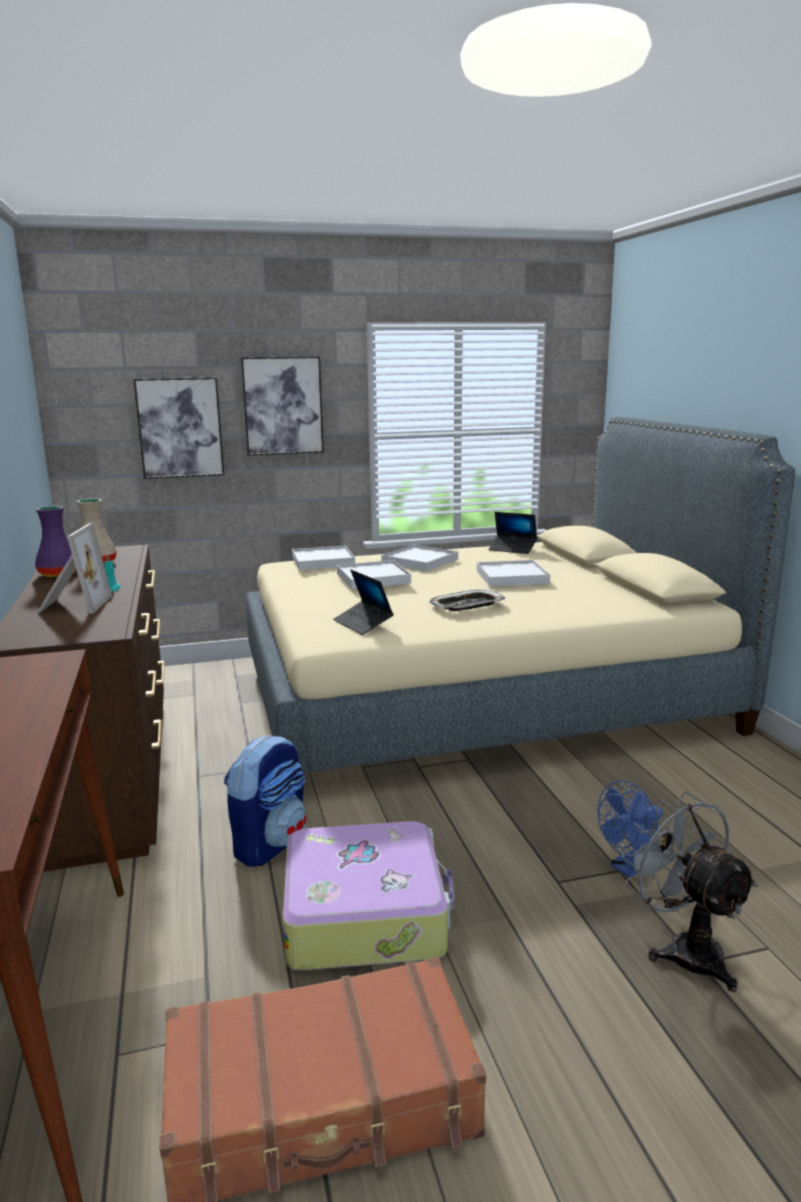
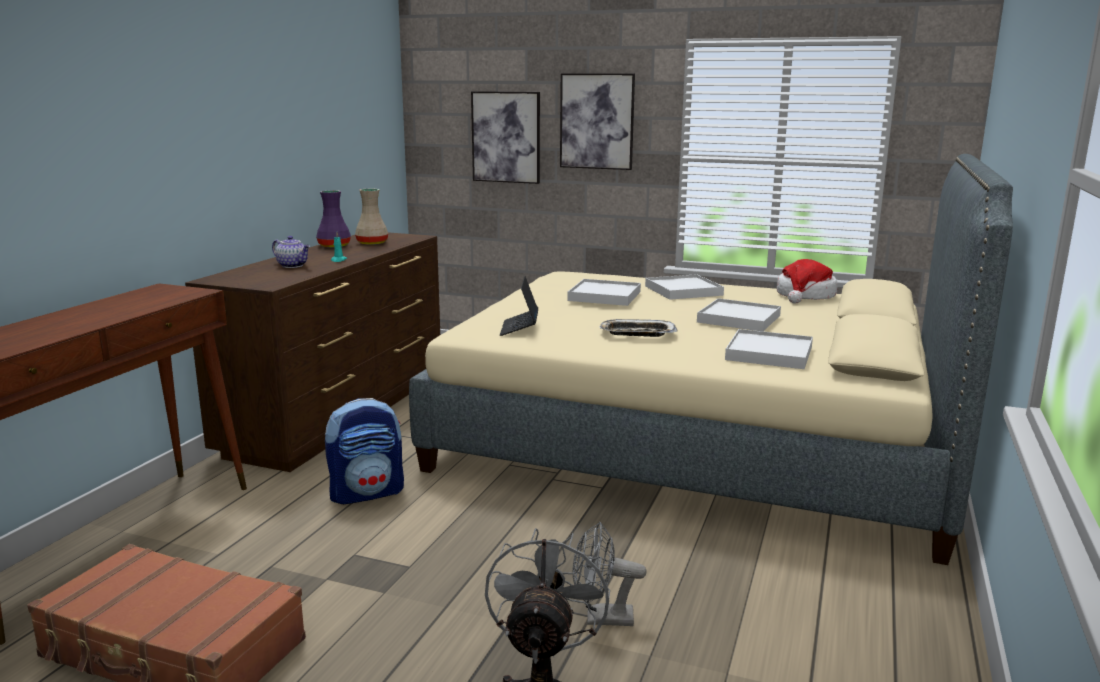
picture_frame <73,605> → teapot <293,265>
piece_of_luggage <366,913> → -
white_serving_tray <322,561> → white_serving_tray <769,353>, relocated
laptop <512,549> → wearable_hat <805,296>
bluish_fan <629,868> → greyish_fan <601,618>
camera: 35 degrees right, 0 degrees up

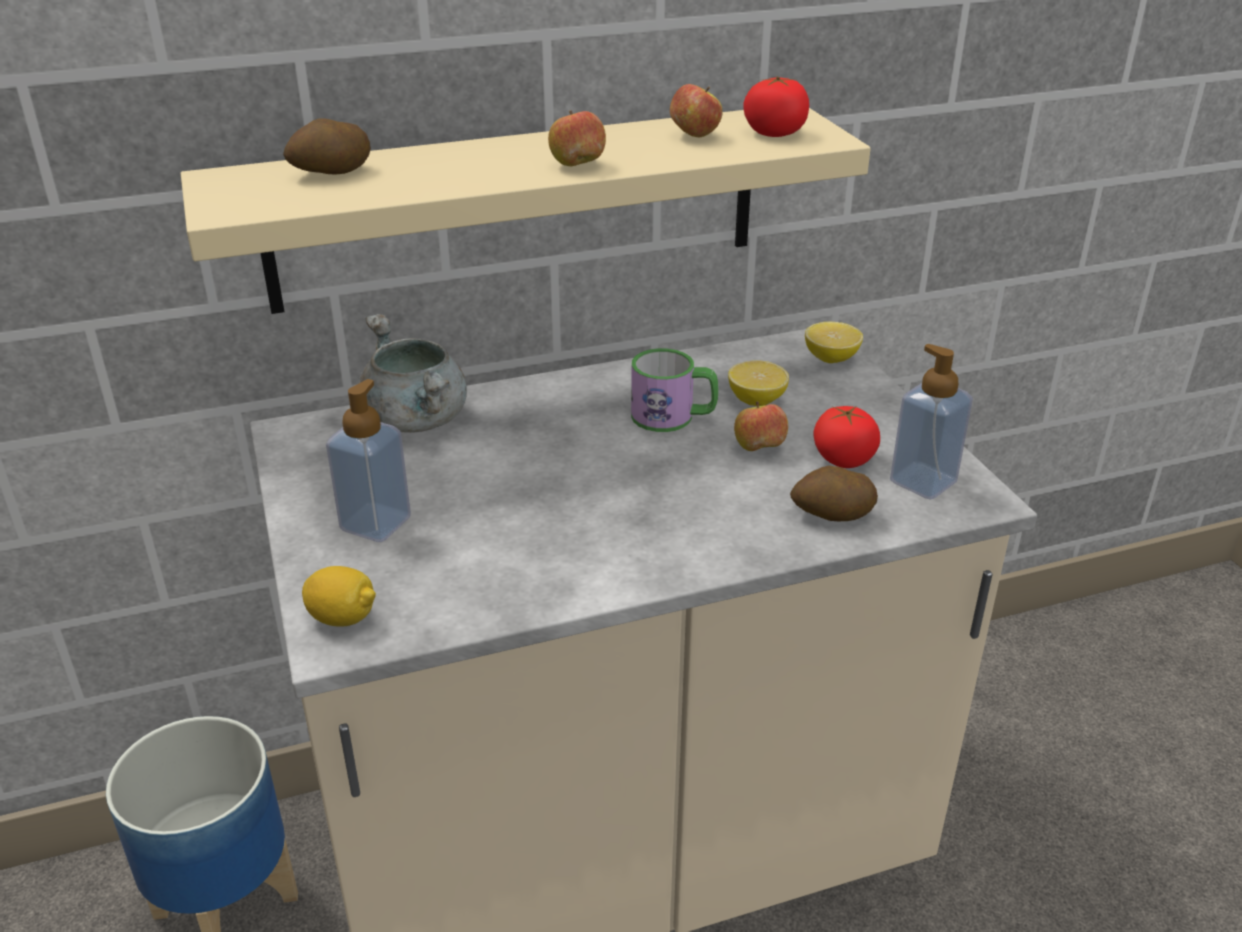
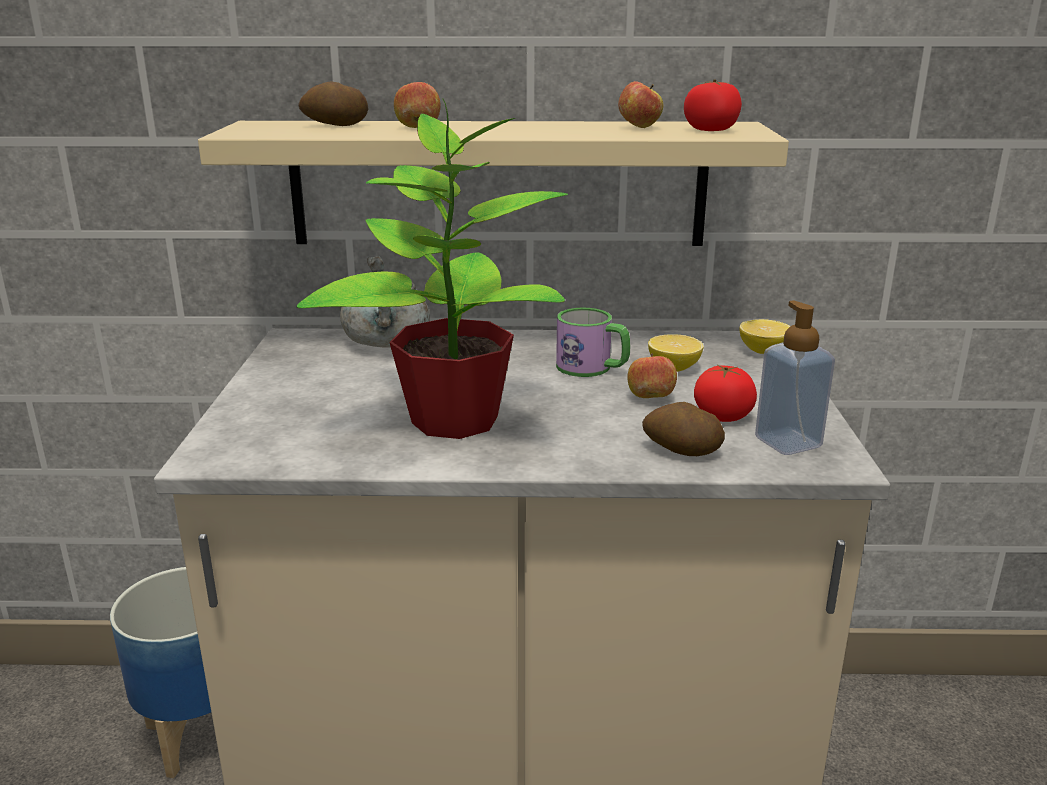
citrus_fruit <343,618> → -
soap_dispenser <376,524> → -
apple_fruit <577,165> → apple_fruit <418,128>, relocated
- → plant_in_a_pot <452,419>
camera: 20 degrees right, 10 degrees down

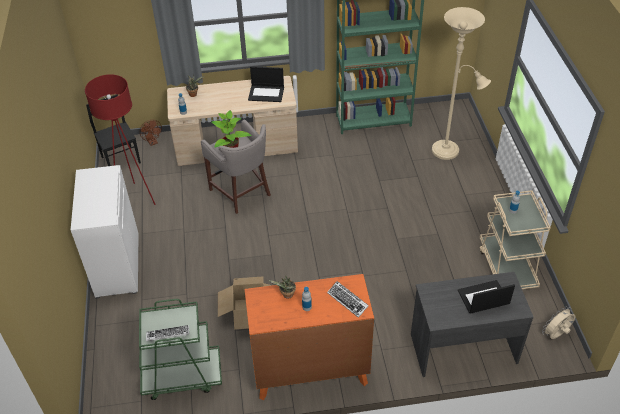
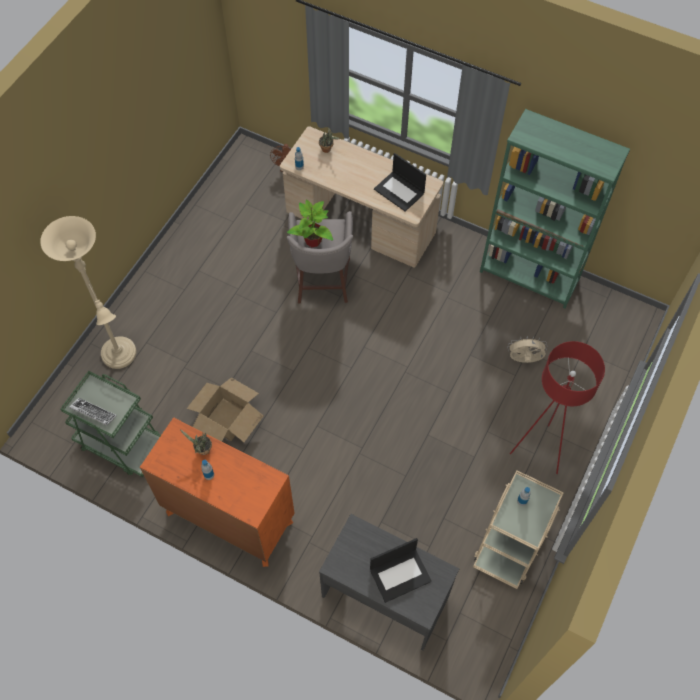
white_storage_cabinet <116,265> → -
red_floor_lamp <135,199> → red_floor_lamp <538,450>, relocated
blackish_upright_chair <121,159> → -
computer_keyboard <347,300> → -
beige_floor_lamp <449,151> → beige_floor_lamp <121,357>, relocated
laptop <483,298> → laptop <400,574>, 135 degrees clockwise
beige_fan <556,335> → beige_fan <524,360>, relocated
camera: 35 degrees right, 15 degrees up

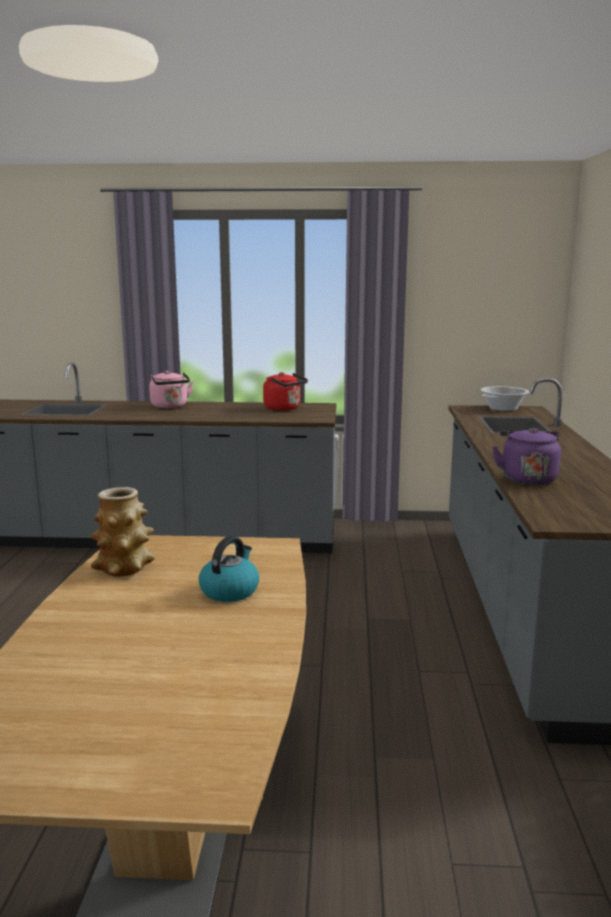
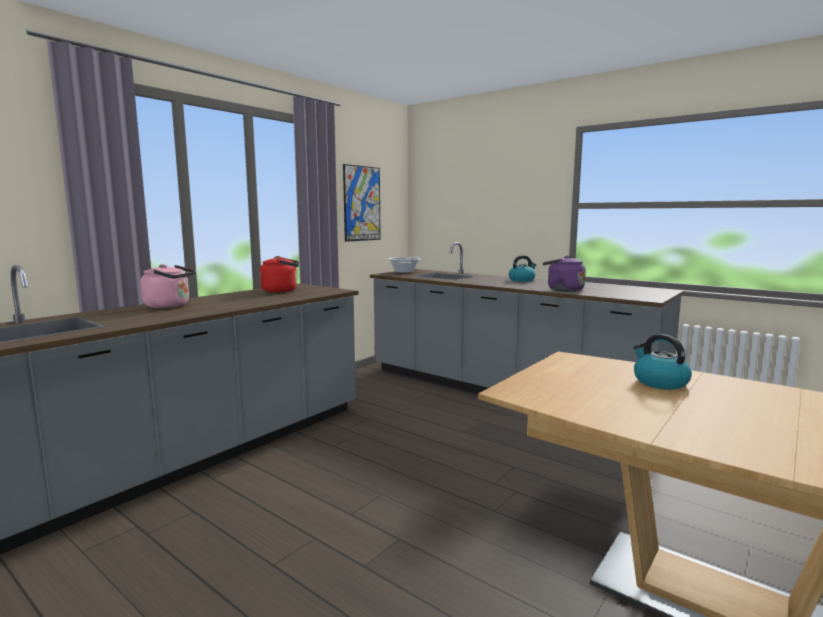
flower_vase <124,568> → -
- → picture <362,203>
- → kettle <522,280>
camera: 55 degrees left, 5 degrees down

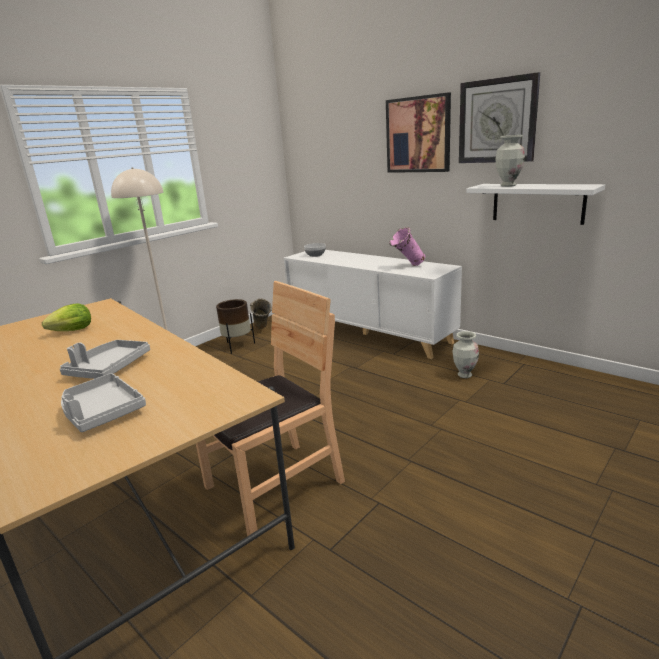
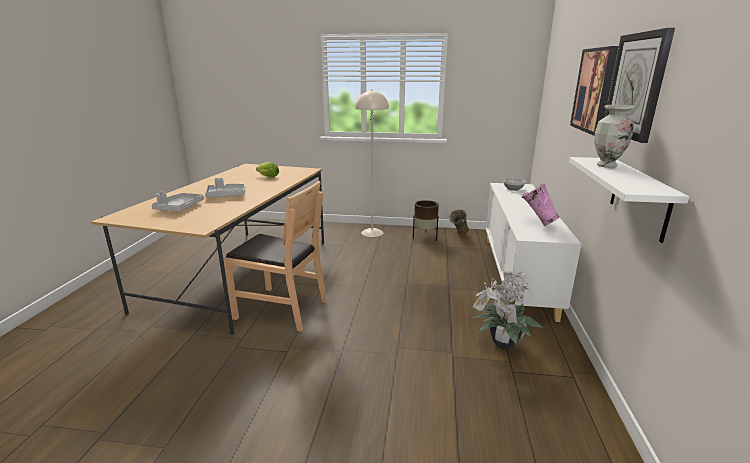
flower_vase <464,375> → plant_in_a_pot <501,344>
camera: 55 degrees right, 0 degrees up

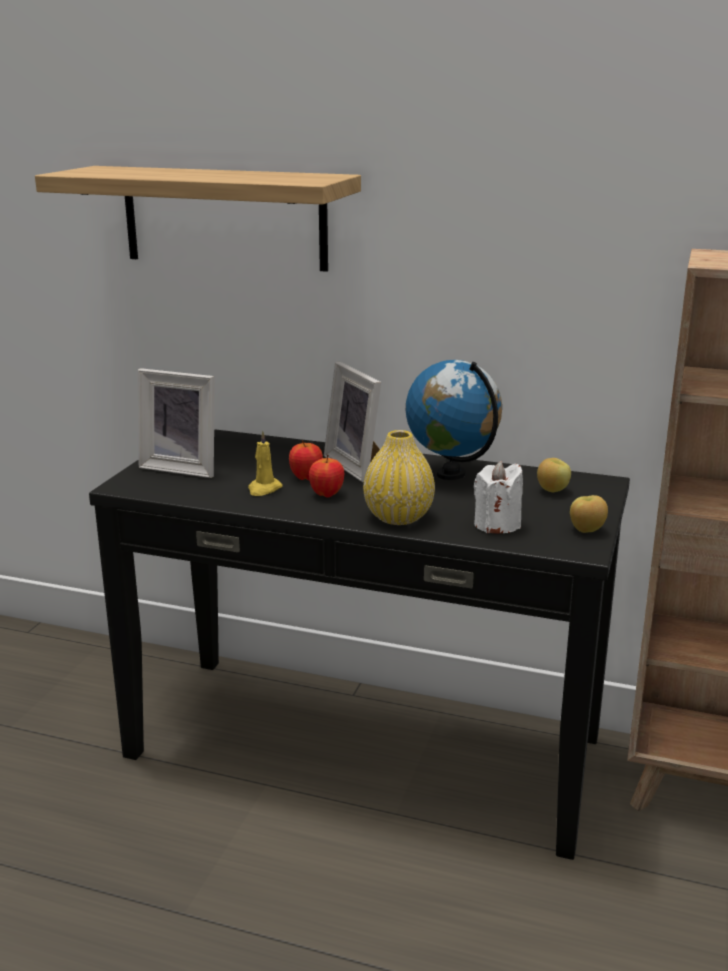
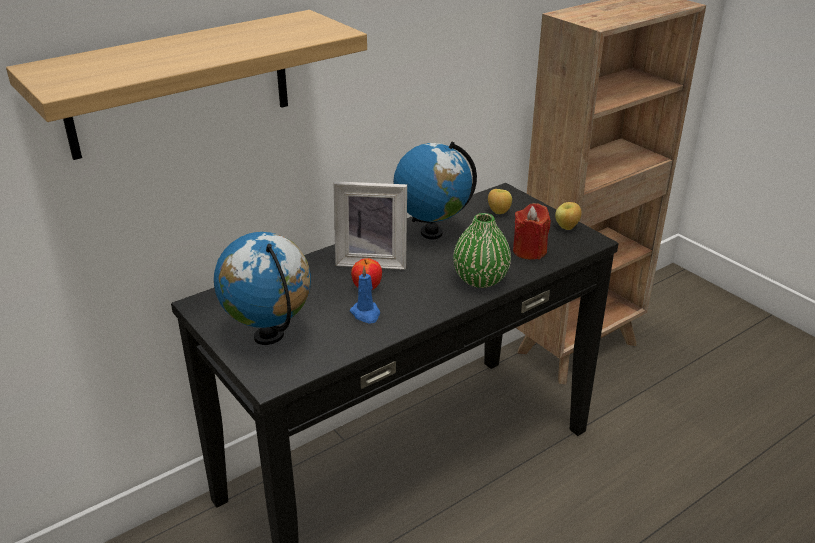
picture_frame <183,467> → desk_globe <269,336>
yellow_candle <264,489> → bluish_candle <366,314>
apple_fruit <326,494> → -
yellow_flower_vase <398,517> → green-coloured_flower_vase <480,279>
white_candle <497,525> → red_candle <529,251>
camera: 55 degrees left, 10 degrees up

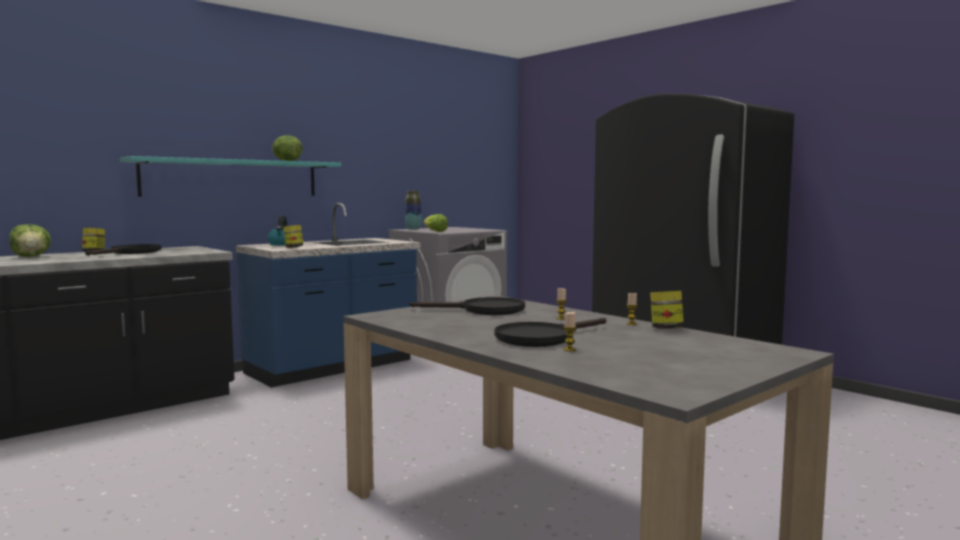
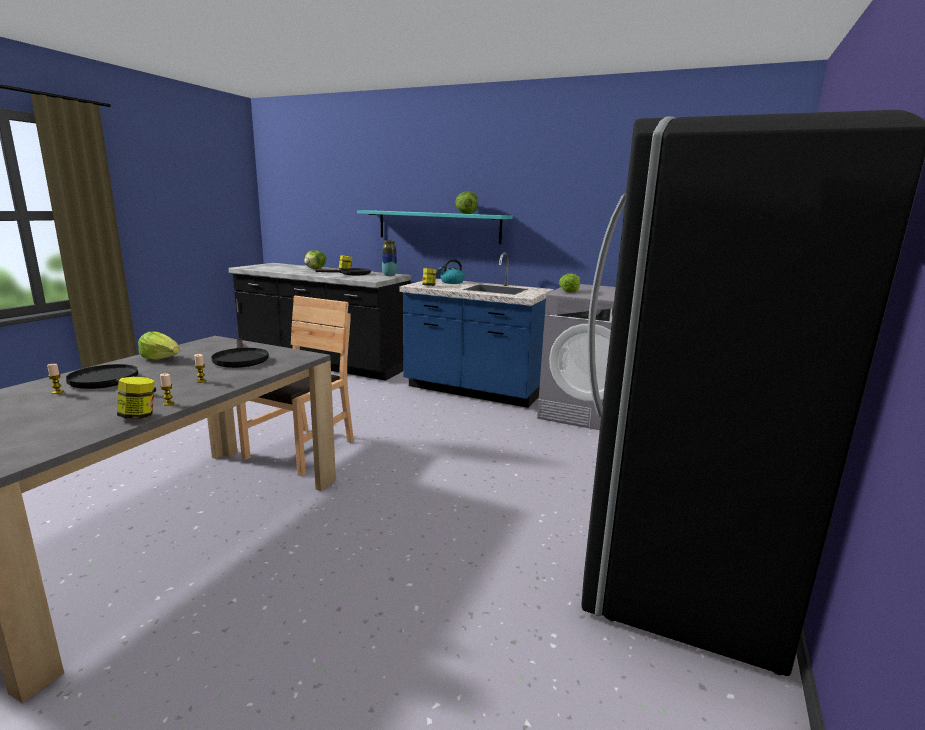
flower_vase <413,229> → flower_vase <389,275>, relocated
- → lettuce <162,359>
- → brown_upright_chair <301,450>
camera: 65 degrees right, 10 degrees up

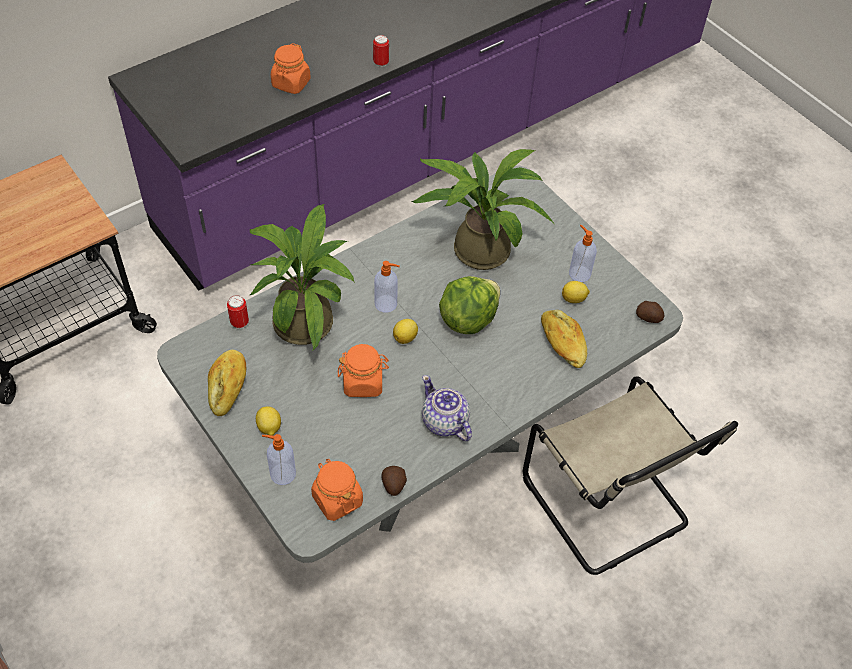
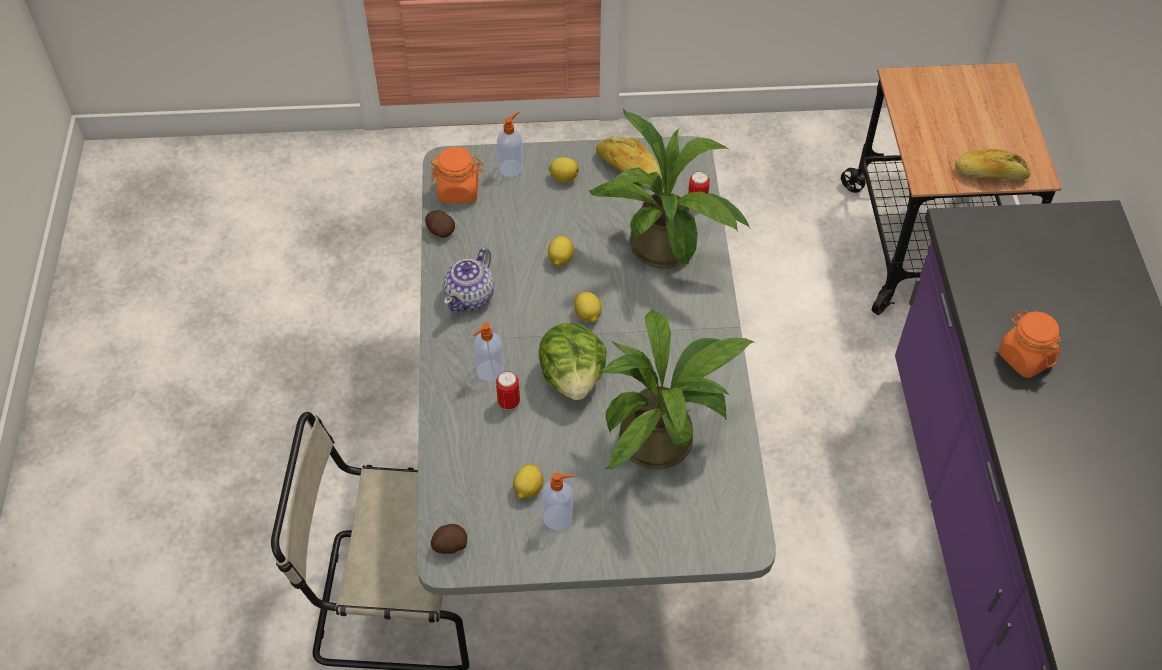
orange-coloured_preserve_jar <363,382> → citrus_fruit <560,259>
can <381,63> → can <508,402>, relocated
soap_dispenser <386,304> → soap_dispenser <489,372>, relocated
teapot <444,422> → teapot <470,296>, 120 degrees clockwise
bread <562,344> → bread <990,174>, relocated
camera: 125 degrees right, 0 degrees up

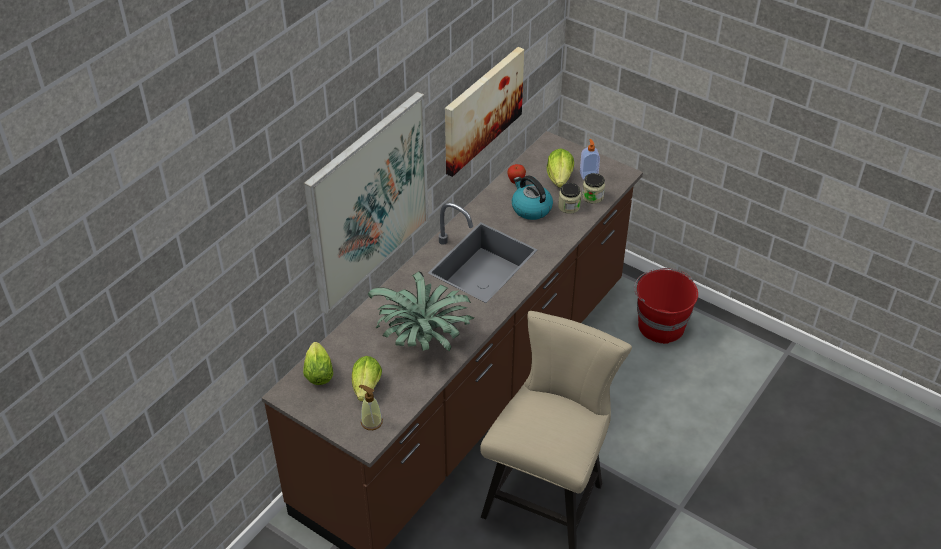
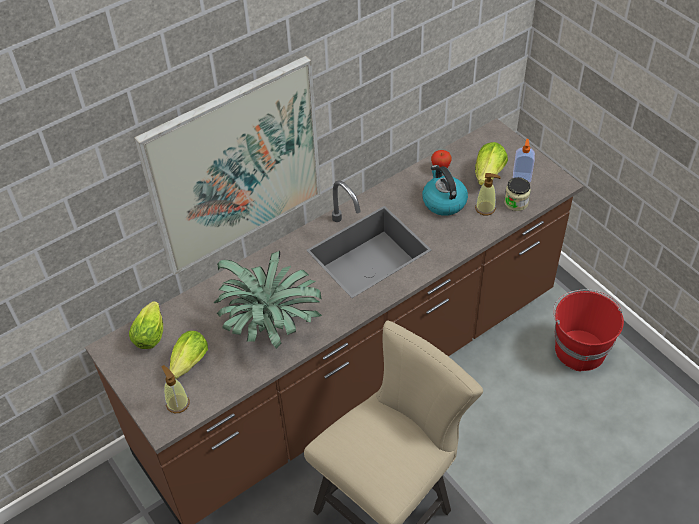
picture <482,109> → -
preserve_jar <569,206> → soap_dispenser <485,208>
camera: 20 degrees right, 5 degrees up

